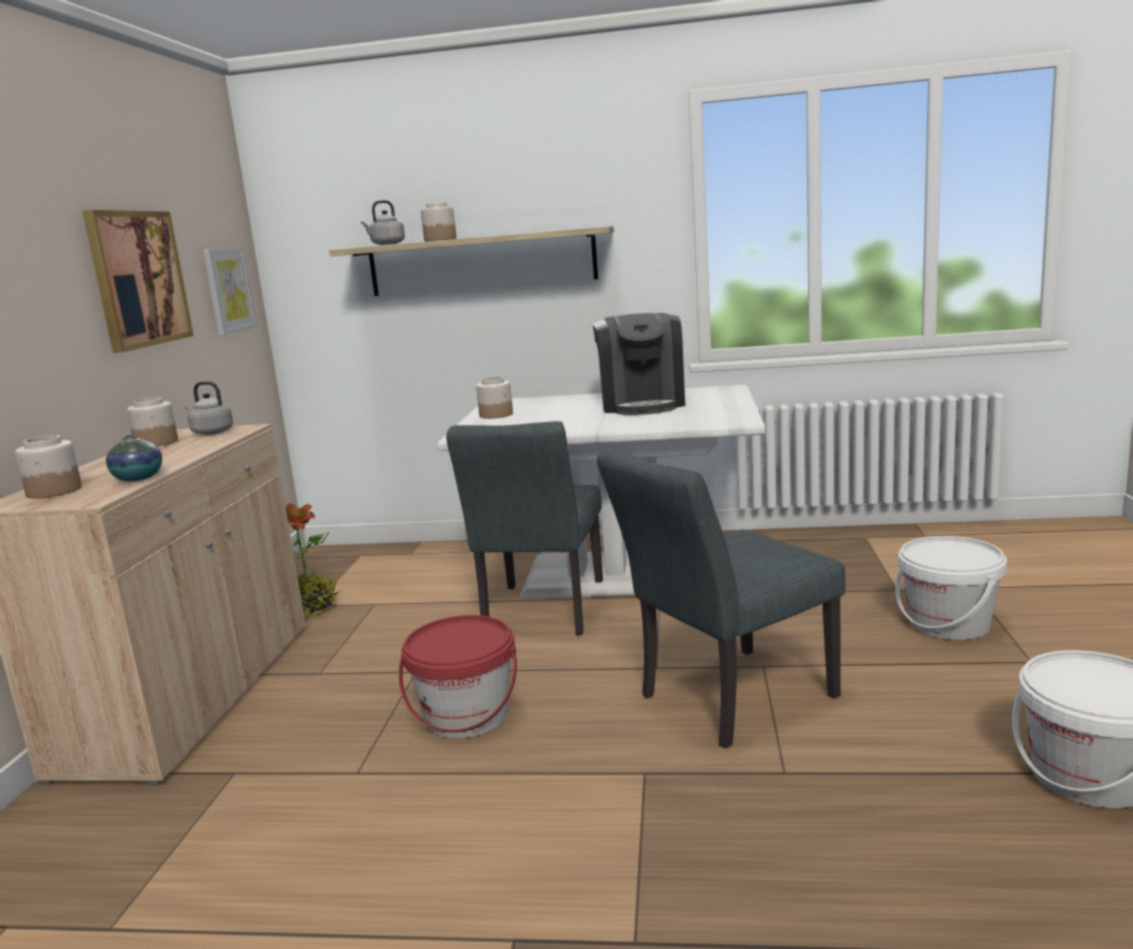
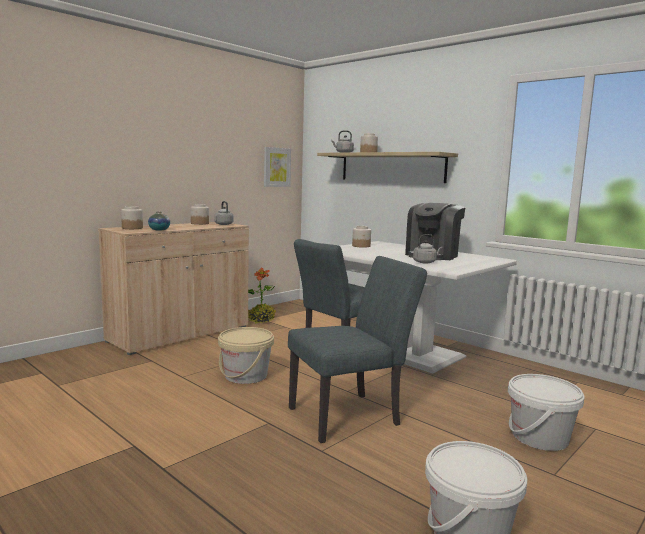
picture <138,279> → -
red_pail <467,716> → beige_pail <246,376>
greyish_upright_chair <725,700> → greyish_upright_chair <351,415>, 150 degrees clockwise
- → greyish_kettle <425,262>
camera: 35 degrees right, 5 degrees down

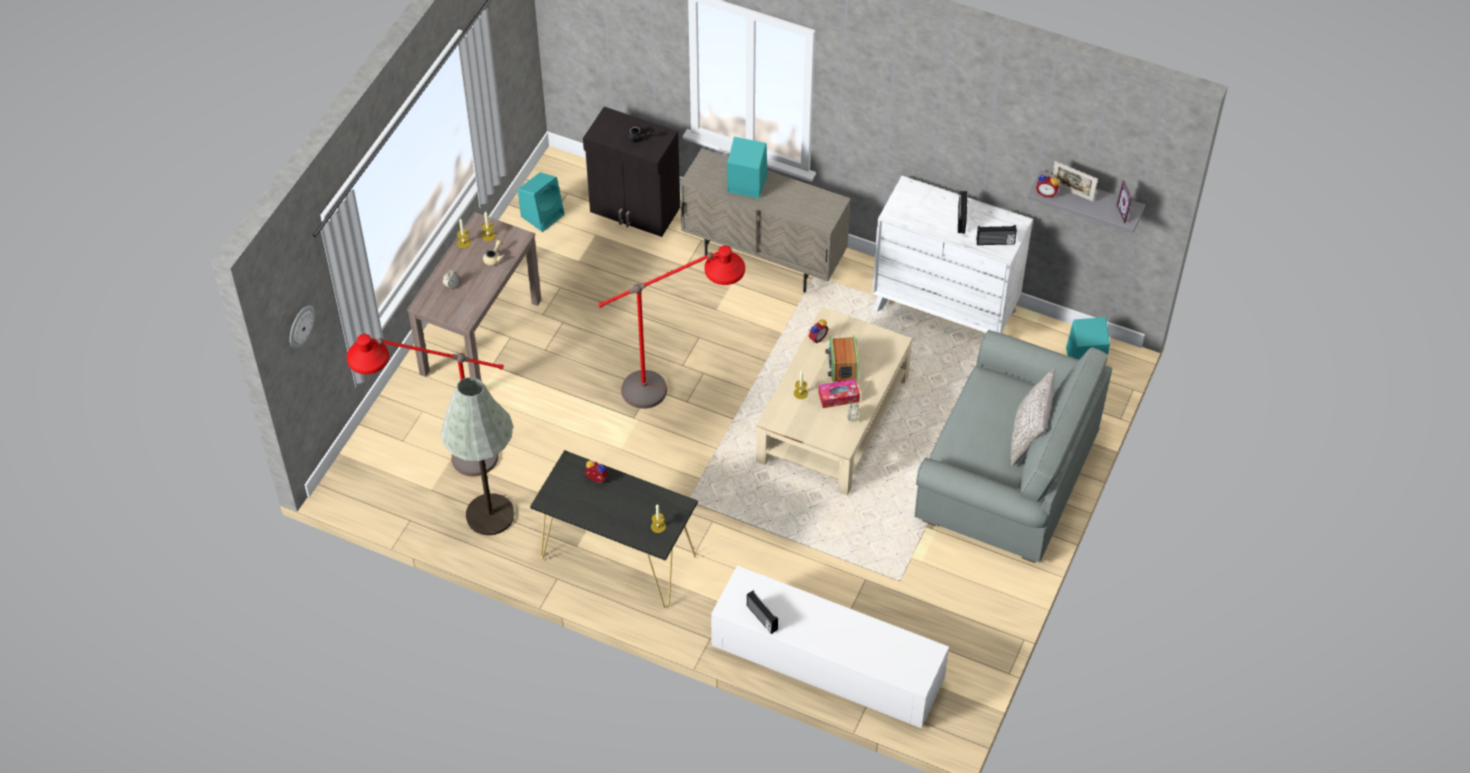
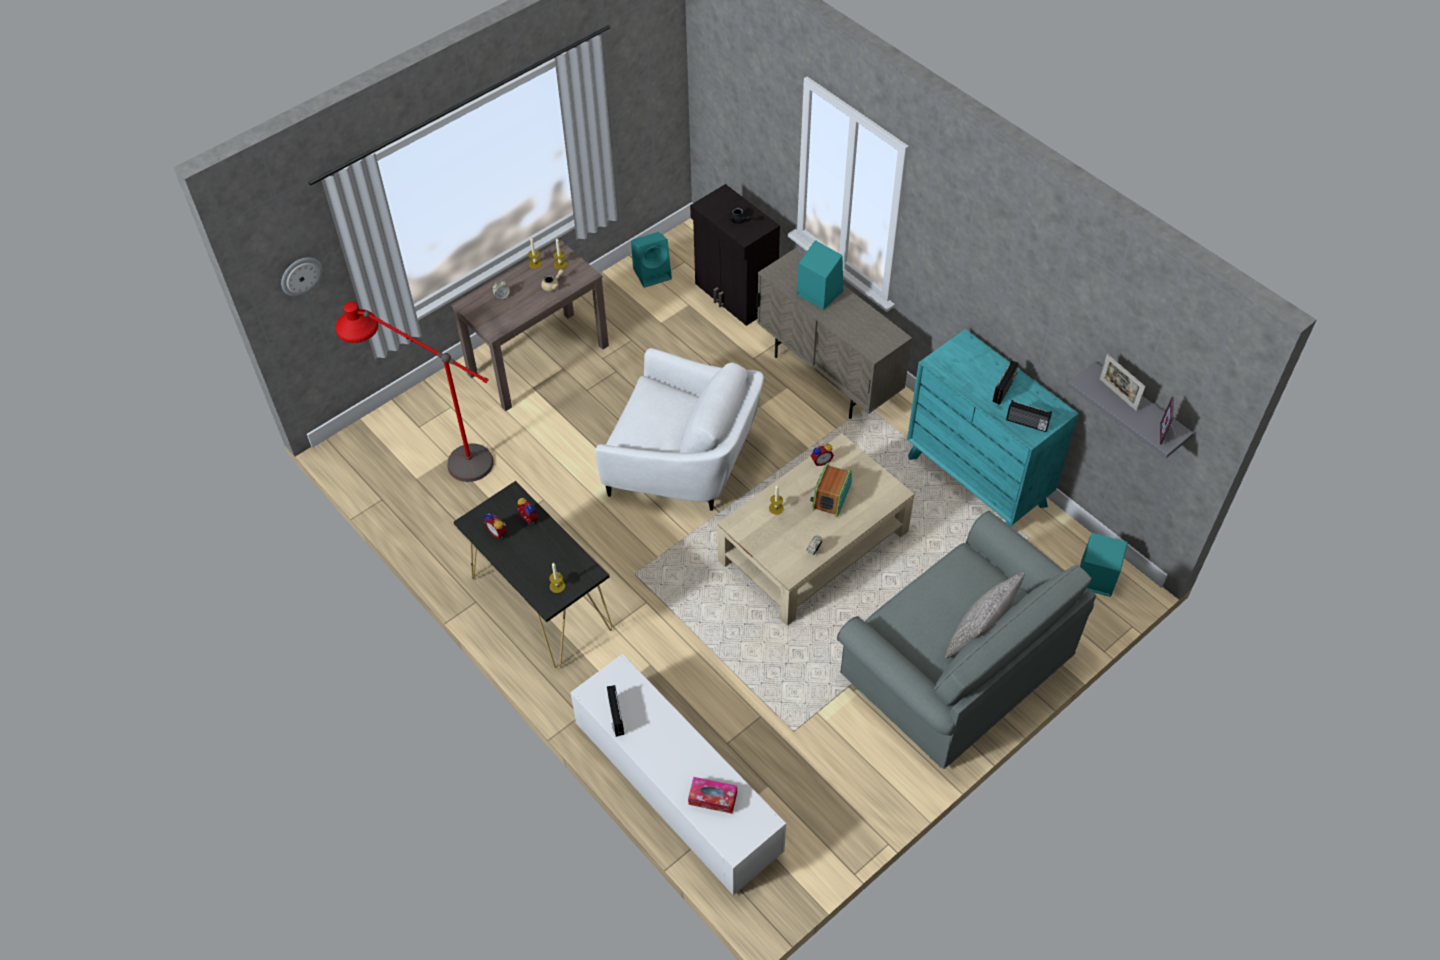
greyish_floor_lamp <490,515> → -
red_floor_lamp <677,387> → white_lounge_chair <684,465>
box_of_tissues <838,397> → box_of_tissues <713,798>, relocated
white_drawer_chest <944,310> → turquoise-coloured_drawer_chest <977,481>
table_clock <1046,193> → table_clock <498,532>, relocated
camera: 25 degrees right, 0 degrees up

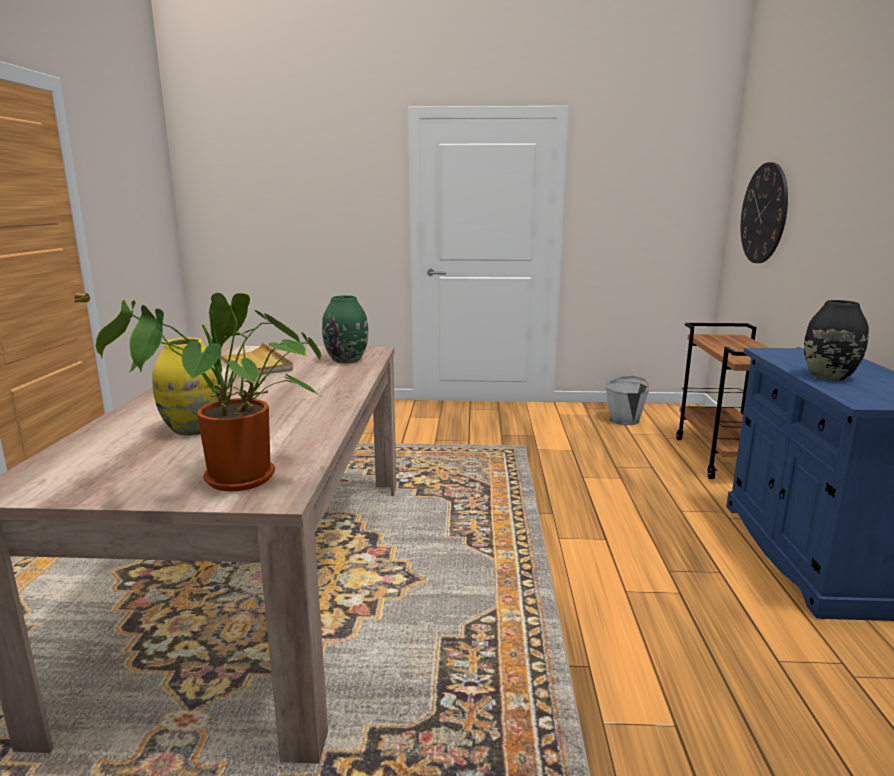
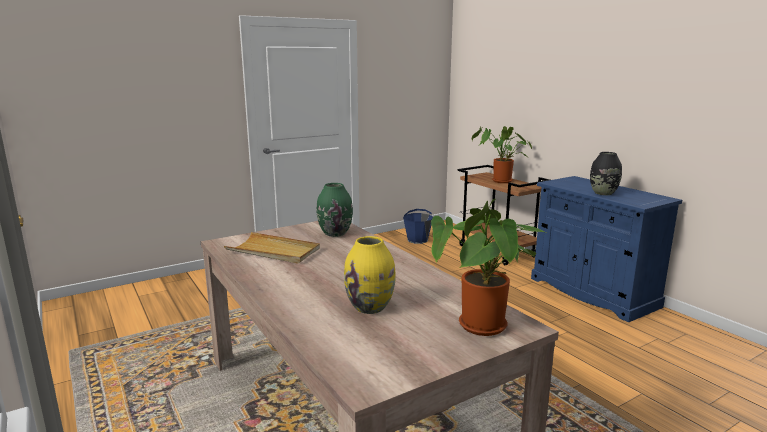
greyish_pail <624,420> → bluish_pail <418,240>
hanging_clock <764,213> → -
- → plant_in_a_pot <500,181>
camera: 35 degrees left, 0 degrees up

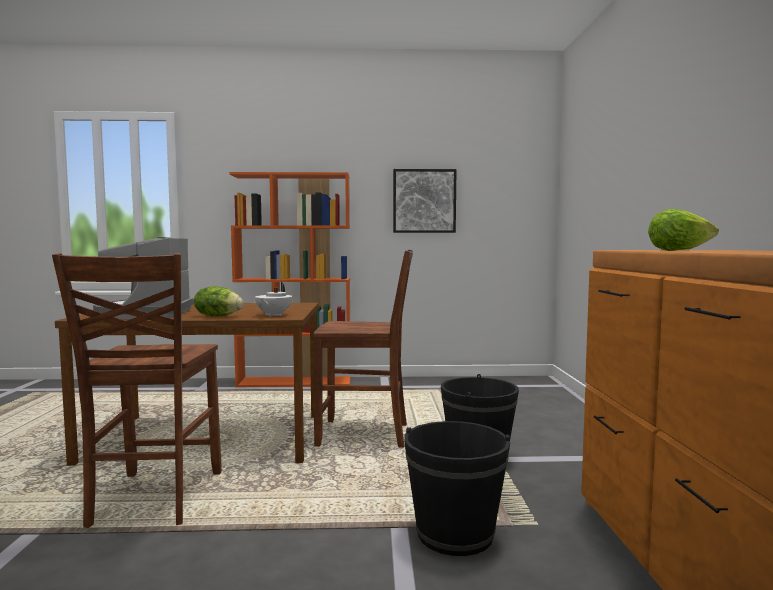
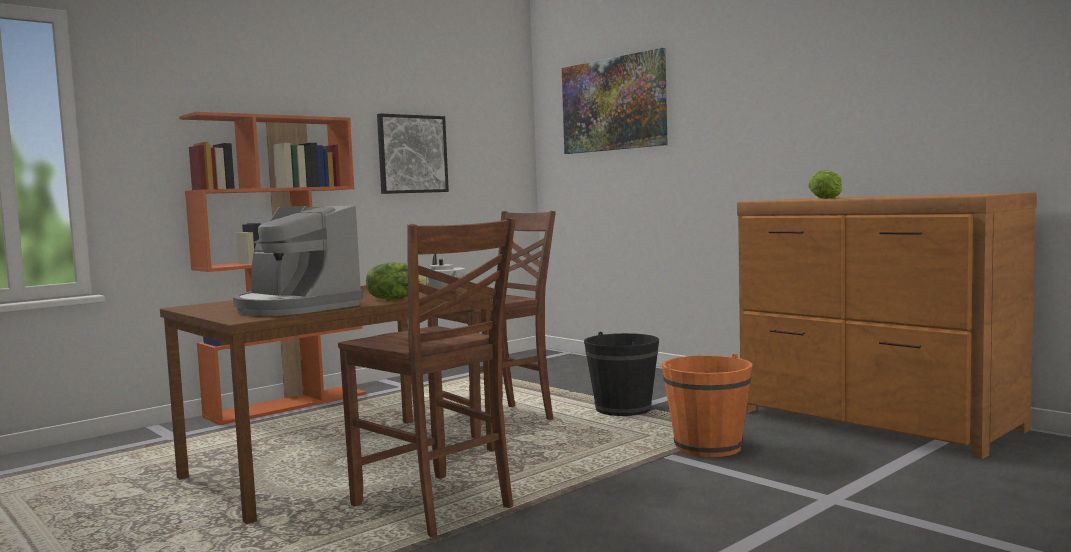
blackish_pail <455,534> → orange-coloured_pail <708,447>
- → picture <613,104>
camera: 40 degrees left, 0 degrees up

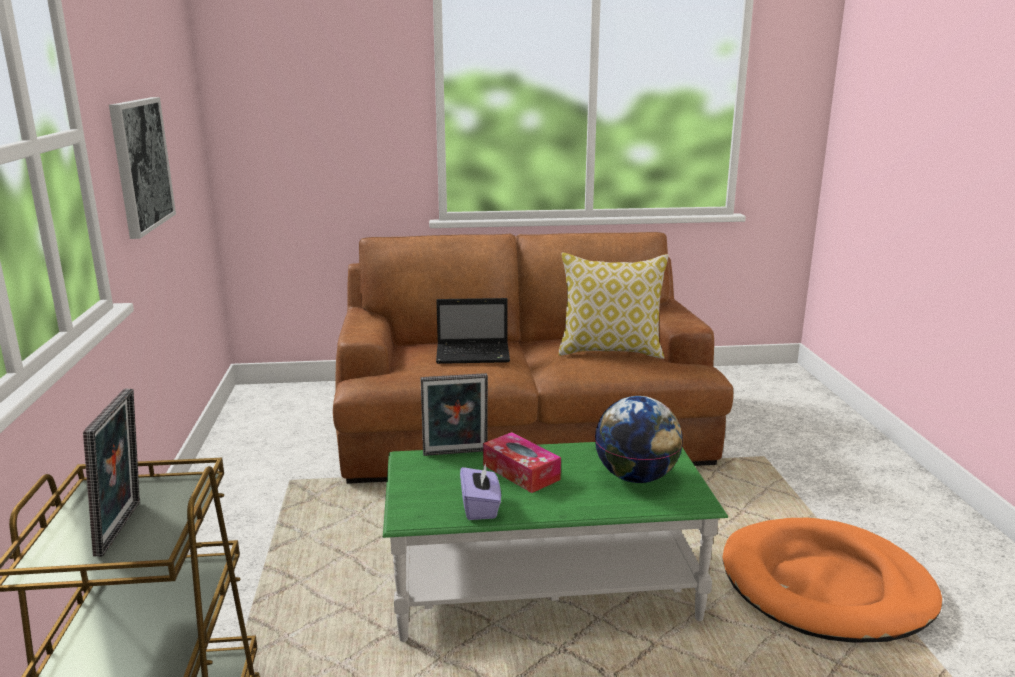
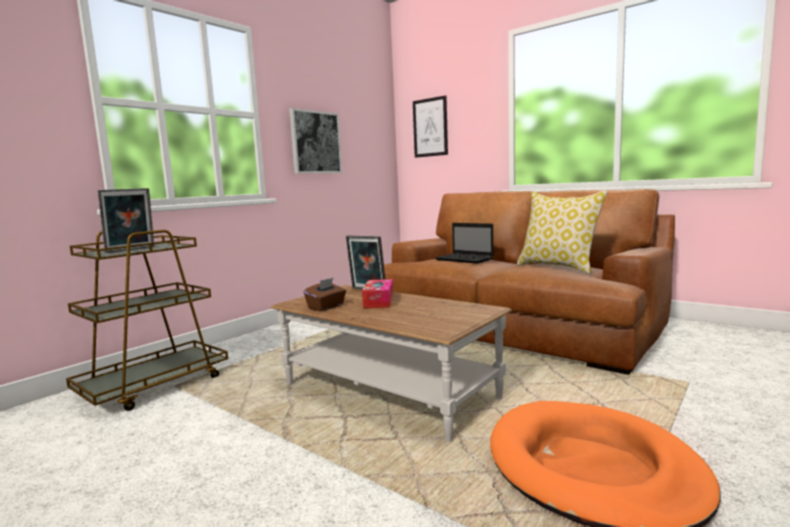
green-coloured_coffee_table <544,588> → brown_coffee_table <388,391>
purple_box_of_tissues <480,507> → brown_box_of_tissues <326,307>
desk_globe <636,477> → -
- → picture <430,127>
camera: 45 degrees right, 10 degrees down

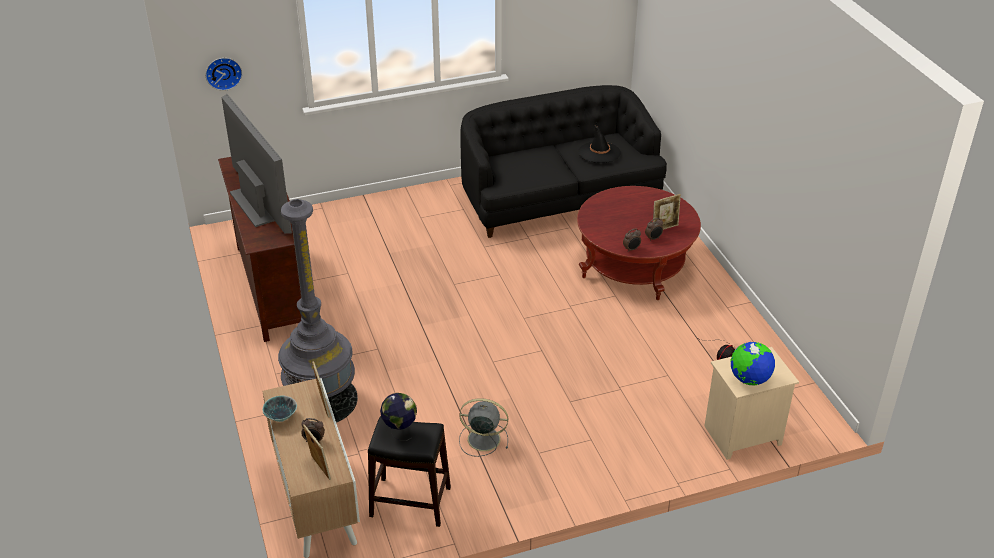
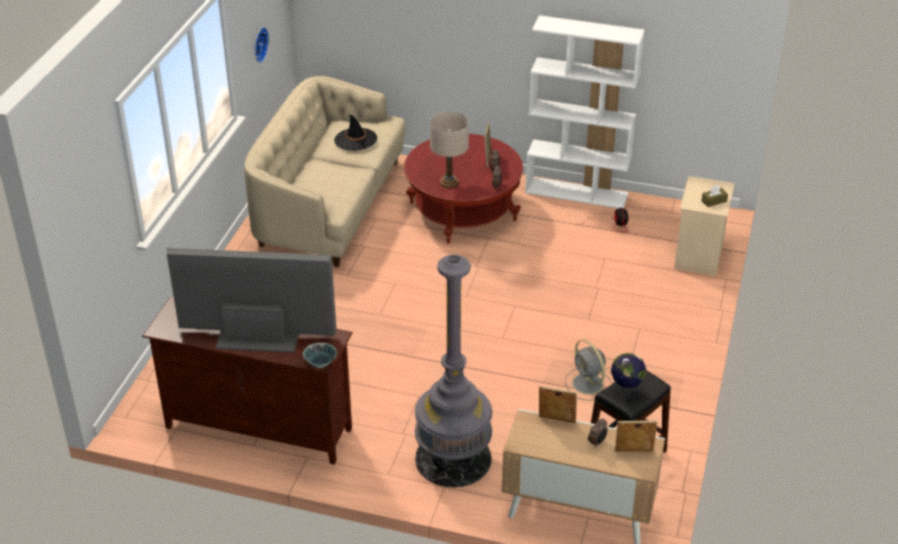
hanging_clock <223,72> → hanging_clock <259,44>, relocated
serving_bowl <281,417> → serving_bowl <320,364>, relocated
greyish_fan <482,439> → greyish_fan <588,384>, 75 degrees counterclockwise
blackish_couch <558,198> → beige_couch <329,205>
desk_globe <749,379> → brown_box_of_tissues <714,201>
- → beige_lamp_for_a_table <449,182>
- → white_shelving_unit <577,193>
camera: 55 degrees left, 0 degrees up

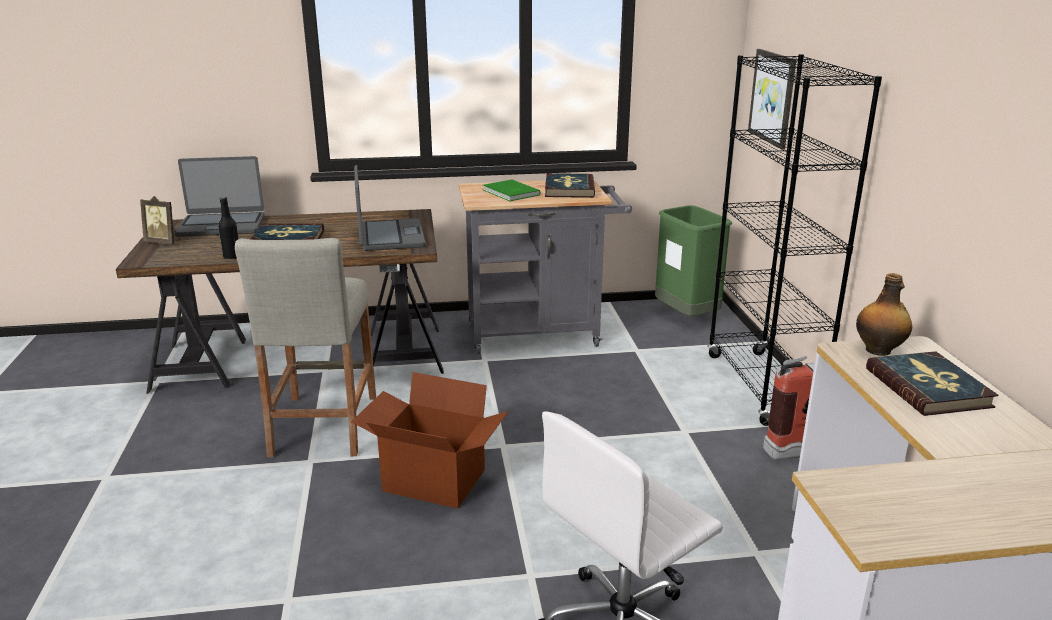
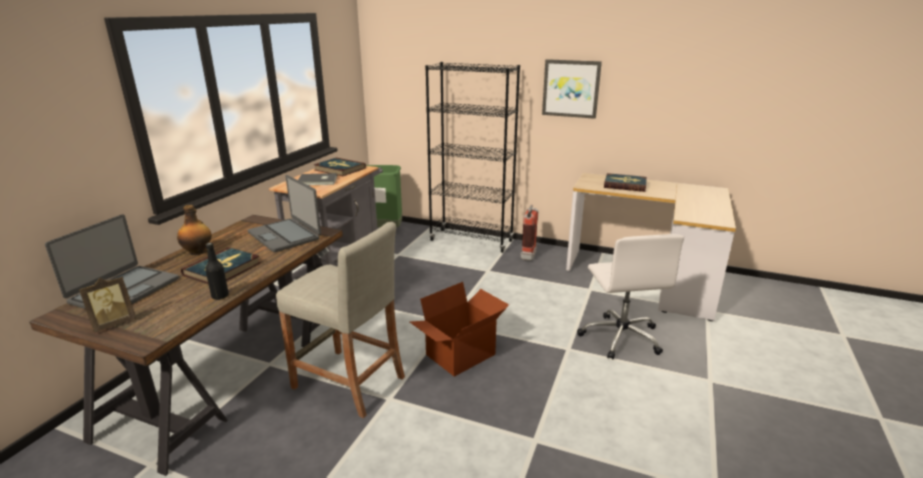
laptop <390,236> → laptop <285,235>, 150 degrees counterclockwise
green-coloured_volume <510,193> → greyish_volume <318,181>
picture <773,97> → picture <571,88>, relocated
drink_bottle <879,350> → drink_bottle <198,252>, relocated
camera: 60 degrees left, 0 degrees up

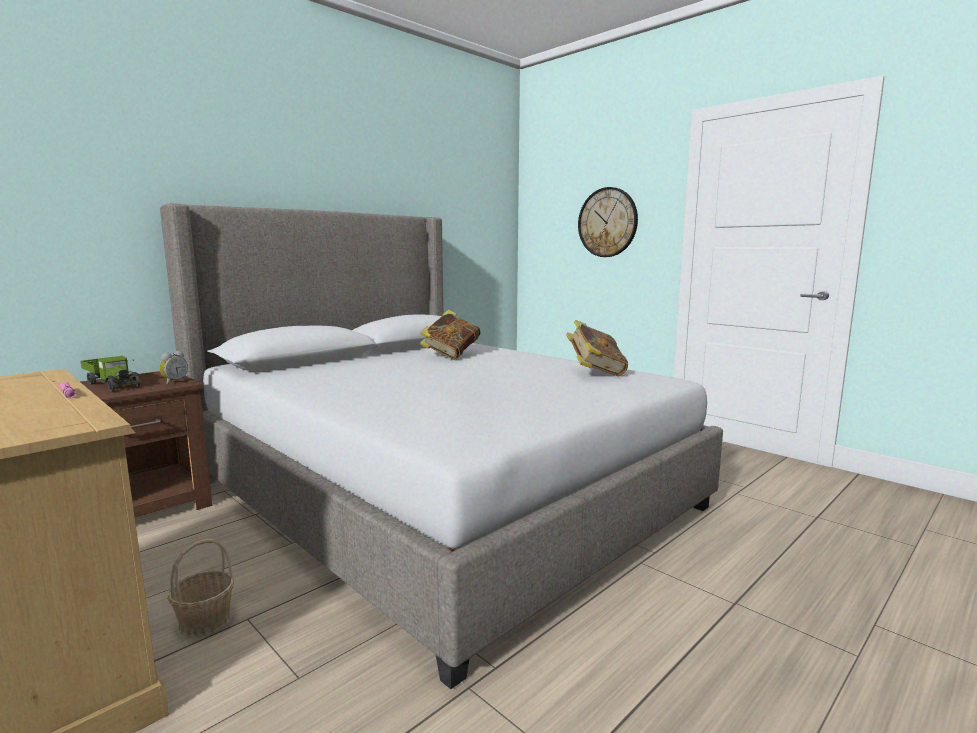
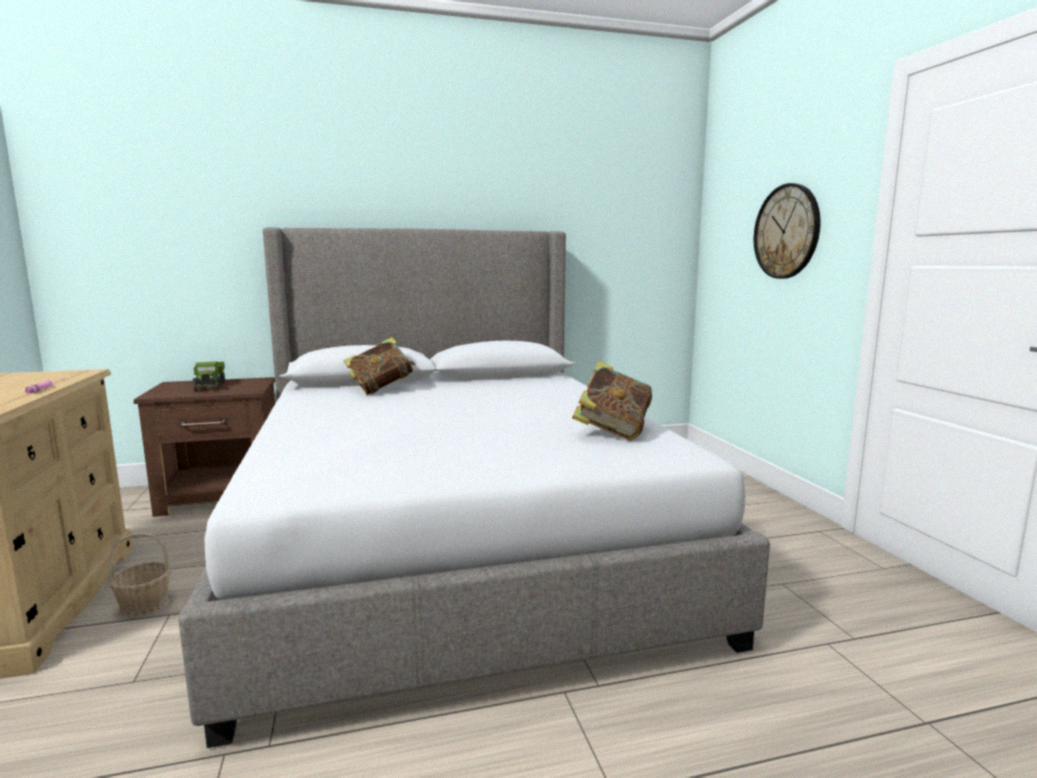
table_clock <174,382> → -
volume <451,355> → volume <381,390>, relocated
camera: 30 degrees right, 0 degrees up

